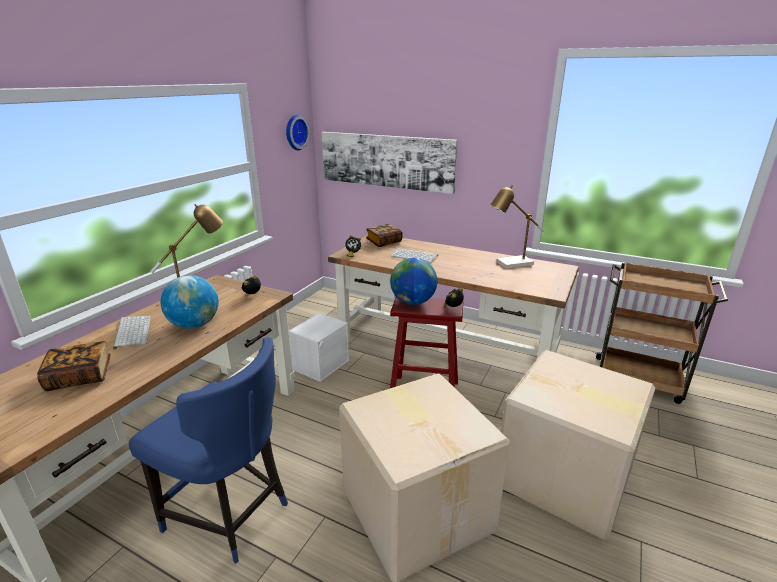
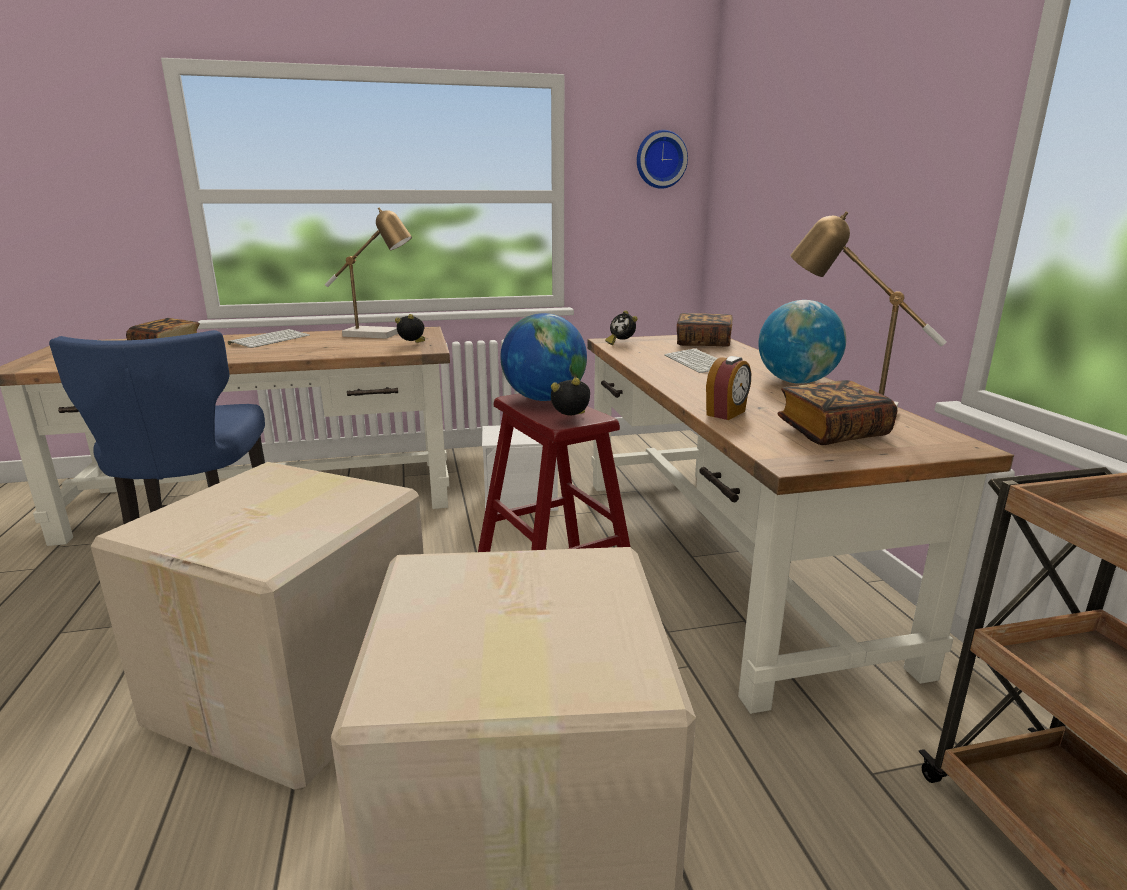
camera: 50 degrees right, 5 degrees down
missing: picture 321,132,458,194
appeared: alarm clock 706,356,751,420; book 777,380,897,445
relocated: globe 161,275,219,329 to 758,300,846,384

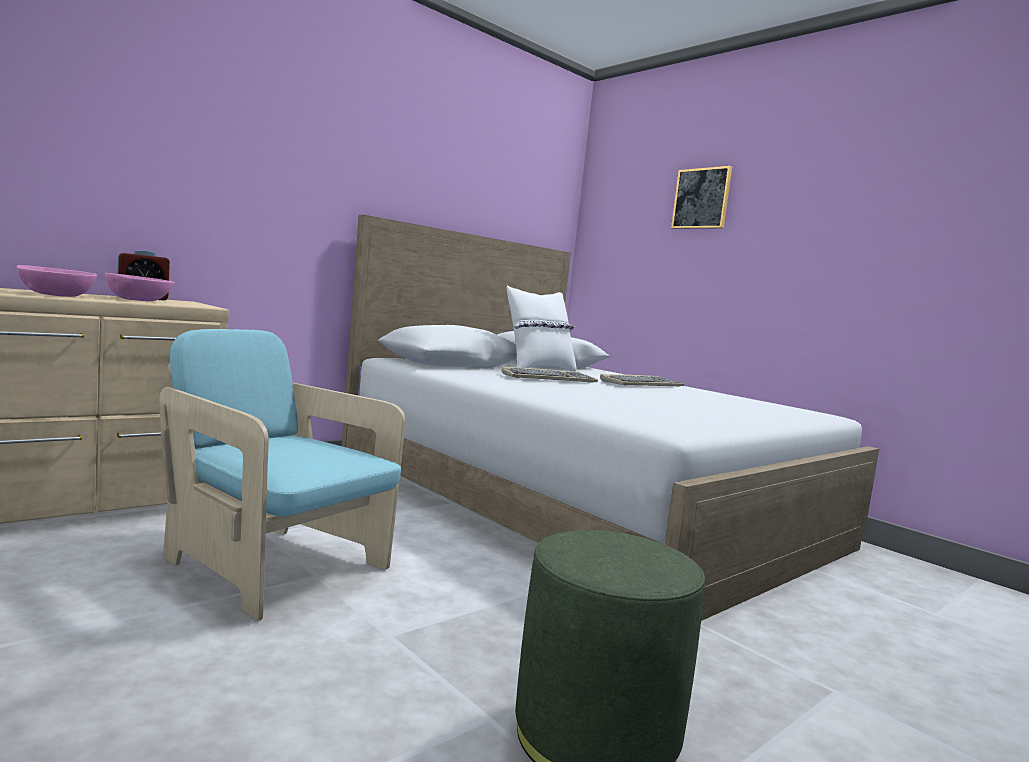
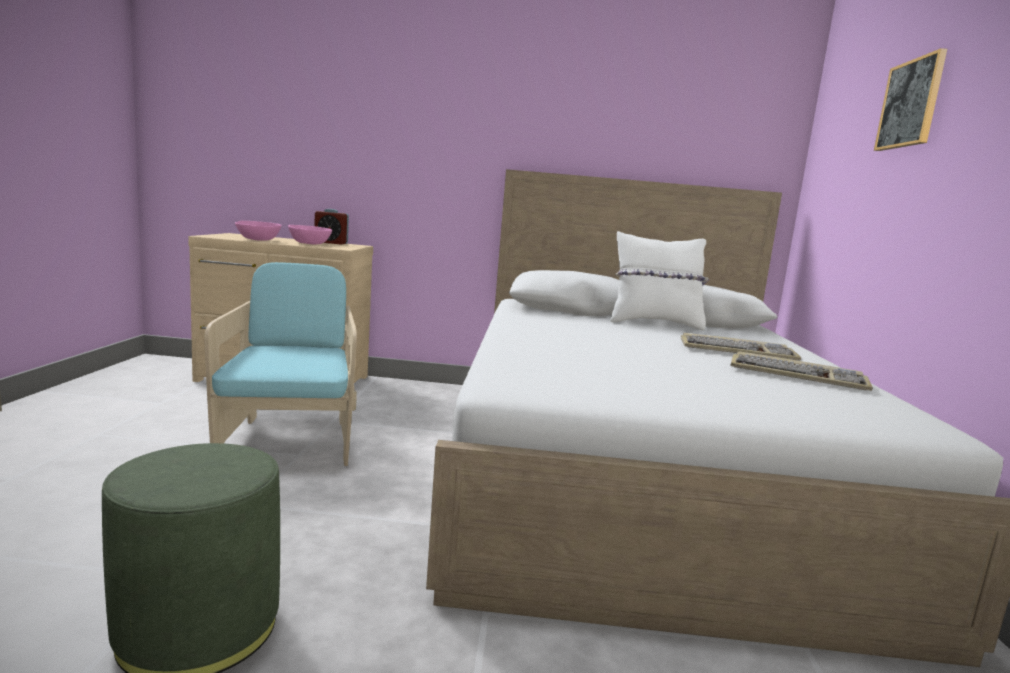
camera: 45 degrees right, 5 degrees up
relocated: keyboard 501,367,598,383 to 730,351,873,391

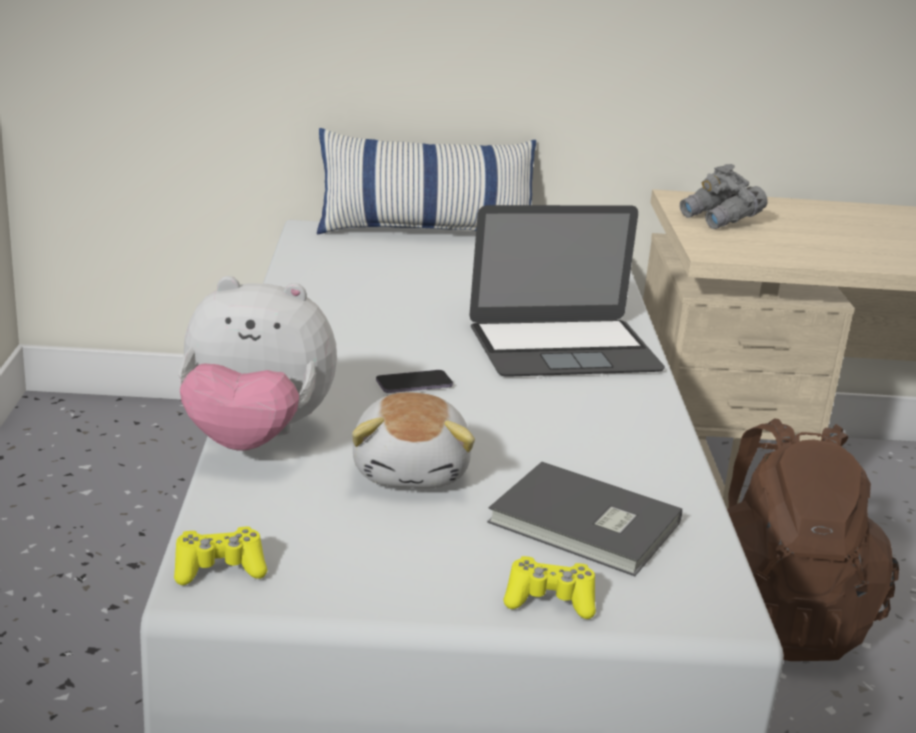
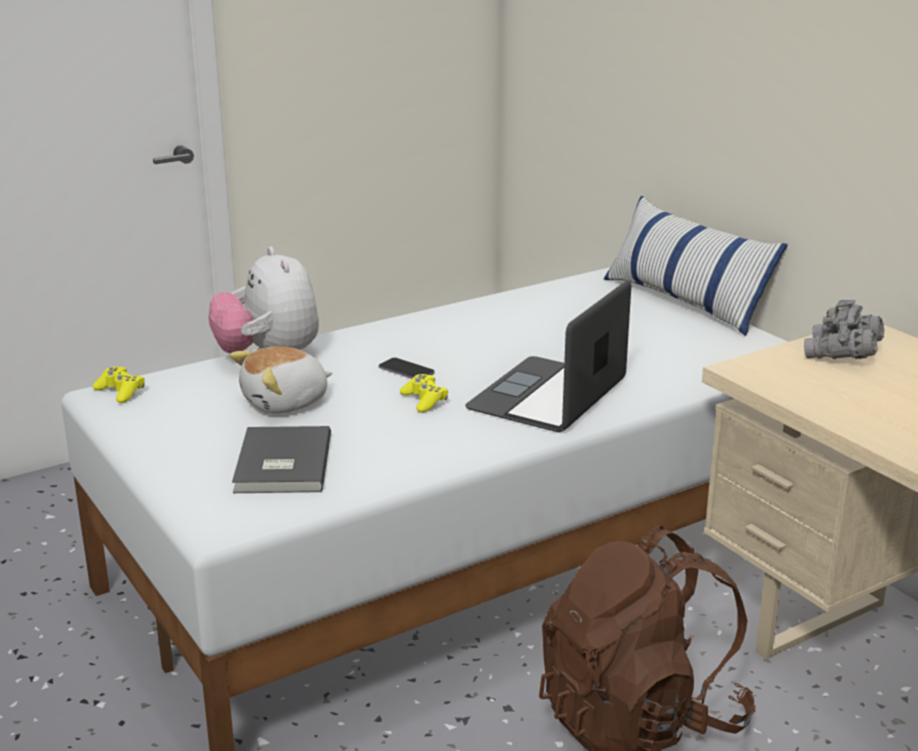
camera: 60 degrees right, 0 degrees up
relocated: yellow game controller 503,556,596,619 to 400,374,448,413
spun: laptop 470,205,665,377 = 465,280,631,432 75 degrees clockwise

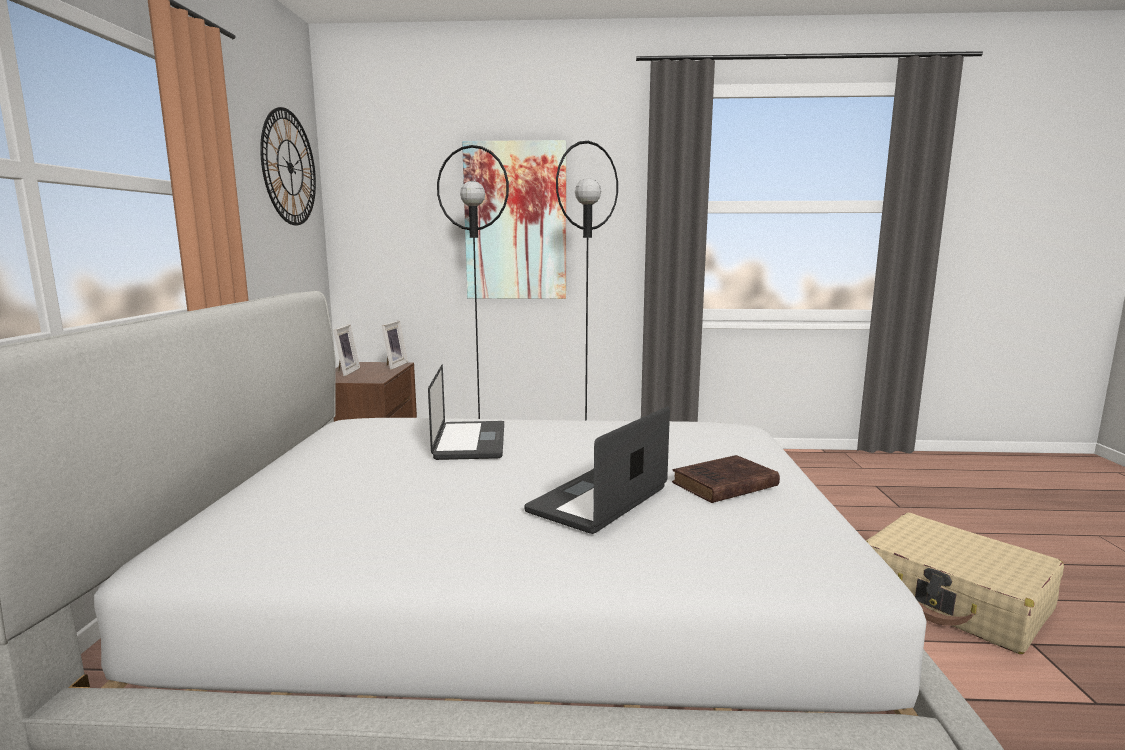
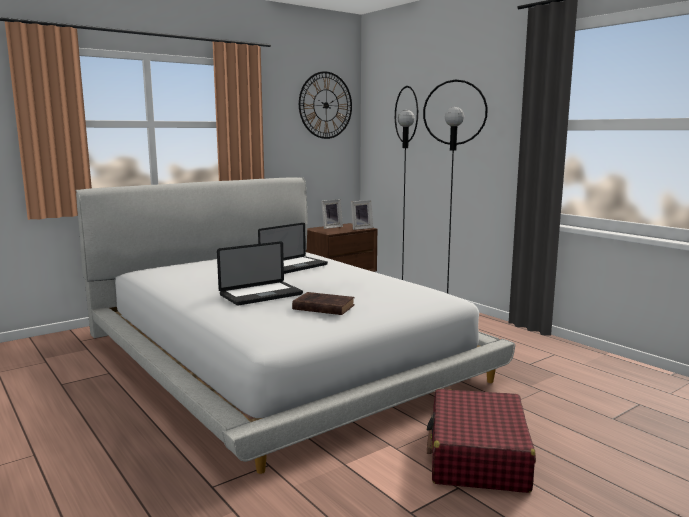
camera: 50 degrees right, 0 degrees up
missing: picture 462,140,566,299
colour: beige suitcase 866,513,1064,654 to red suitcase 427,389,536,493
spun: laptop 524,406,670,534 = 217,241,303,306 150 degrees clockwise

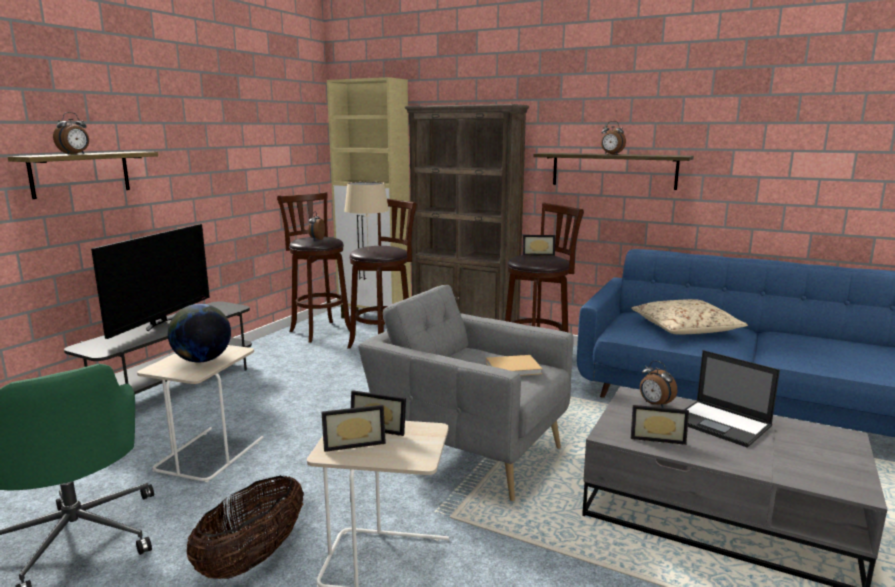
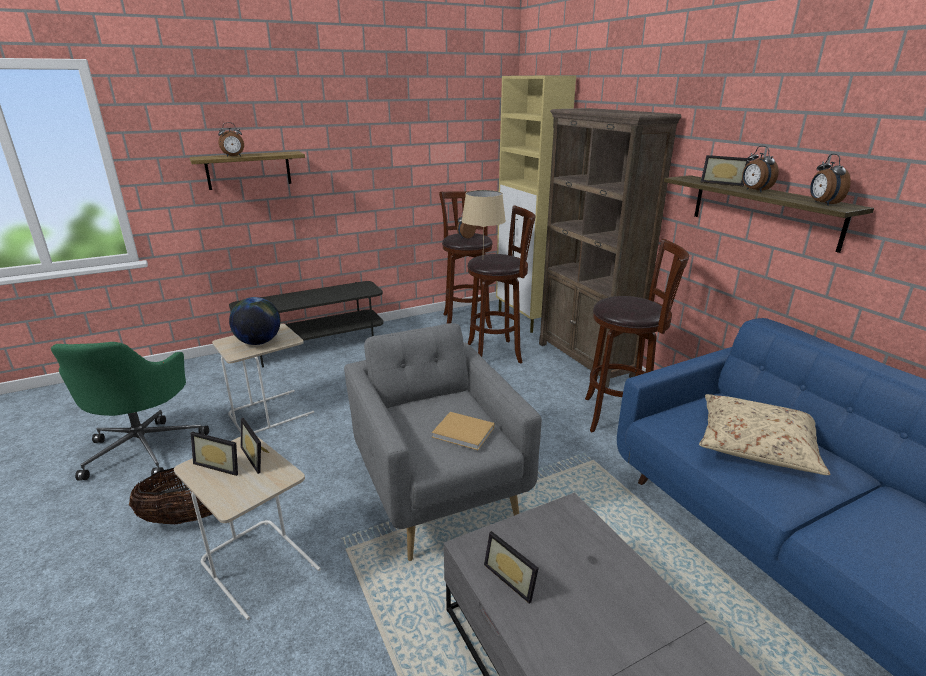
camera: 35 degrees right, 10 degrees up
missing: television 91,224,210,339; laptop 684,350,780,448
relocated: picture frame 523,235,555,256 to 701,155,750,187; alarm clock 640,360,677,408 to 810,154,851,206

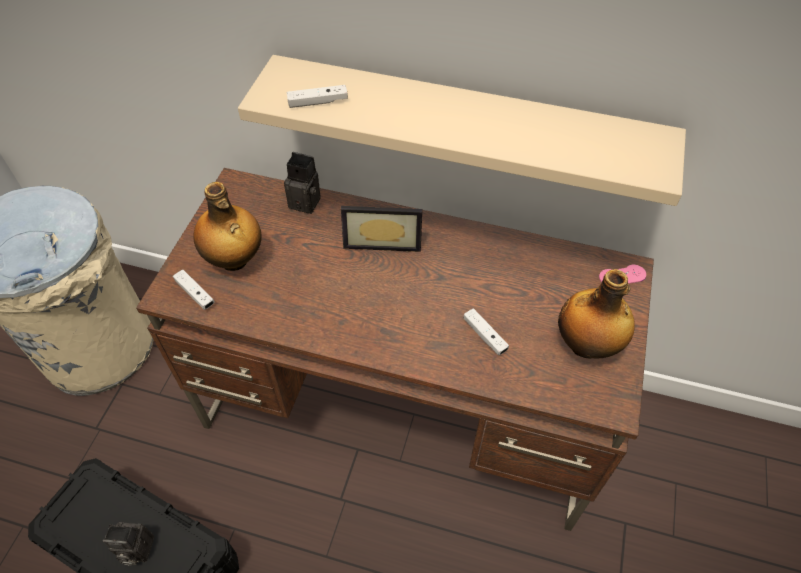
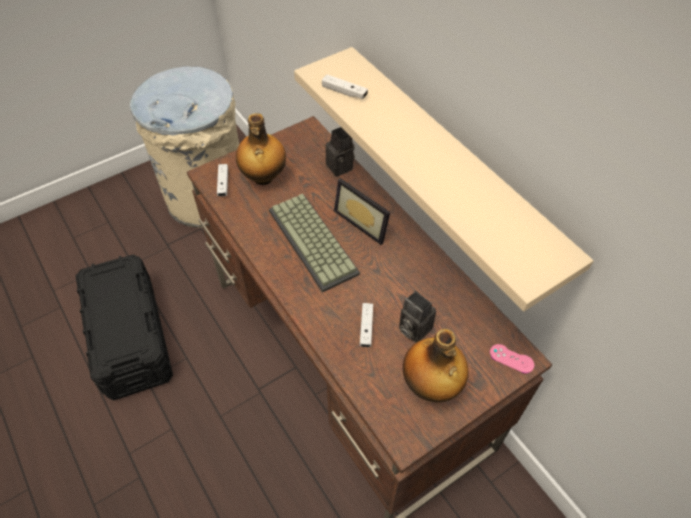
camera: 40 degrees right, 0 degrees up
appeared: keyboard 269,194,360,292
relocated: photo camera 102,522,154,565 to 399,291,436,342

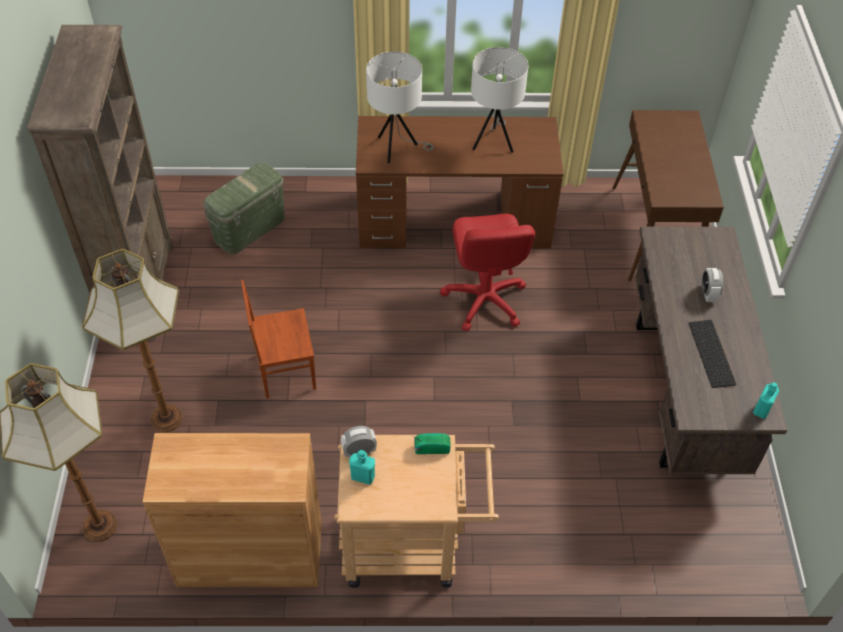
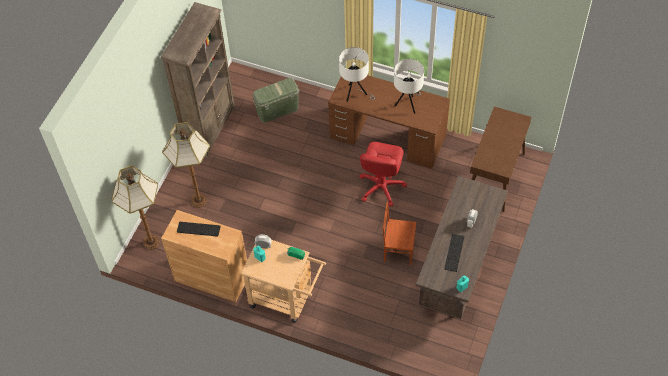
camera: 25 degrees right, 5 degrees up
appeared: keyboard 177,222,221,237
relocated: brown chair 241,280,316,399 to 383,202,416,265

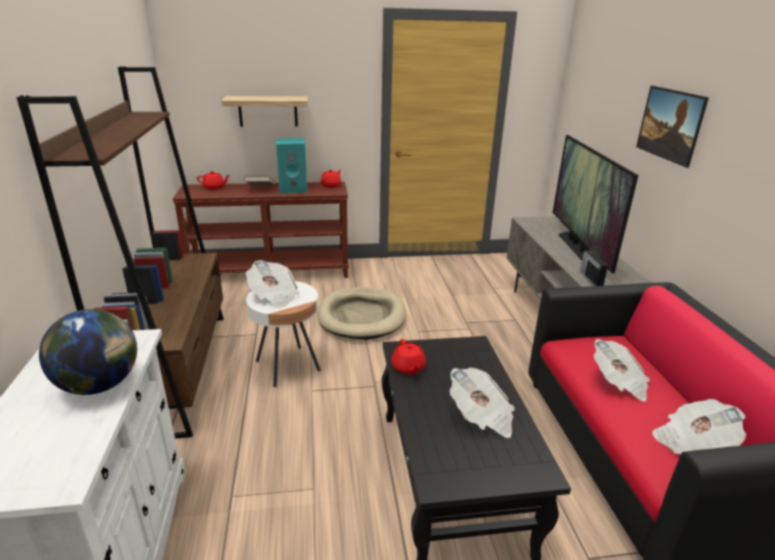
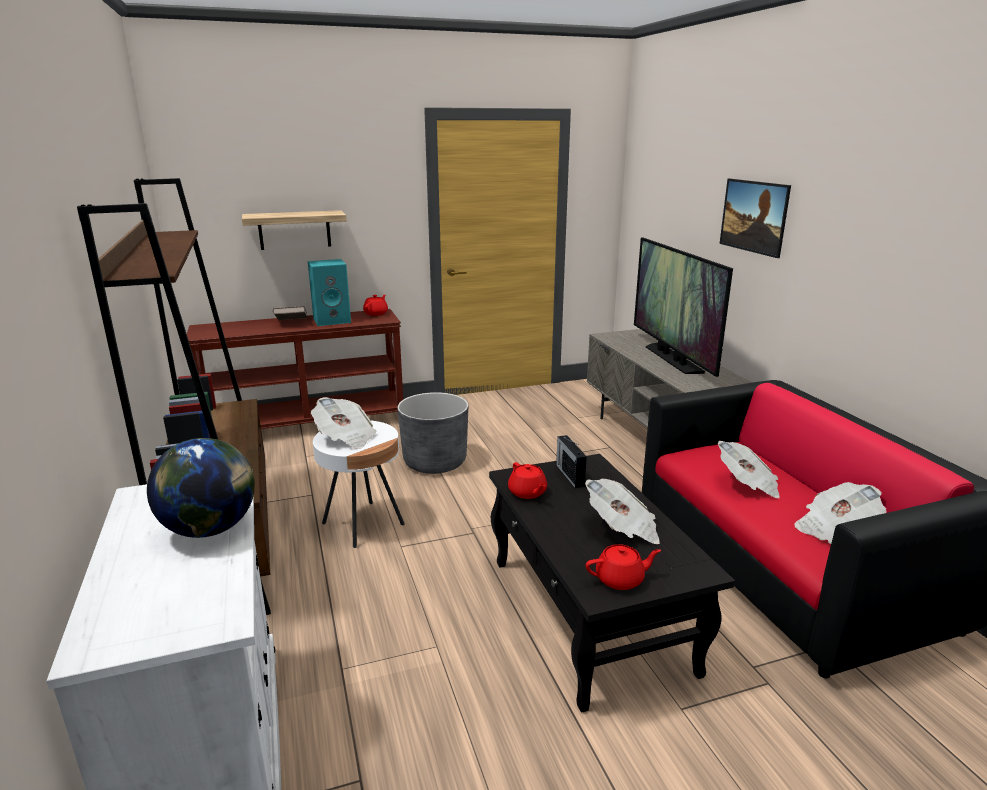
camera: 10 degrees left, 5 degrees down
relocated: red teapot 197,171,230,189 to 586,544,661,590; radio 580,250,608,286 to 556,435,587,488
exchanged: beige dog bed 317,287,406,340 to grey planter 397,392,468,474

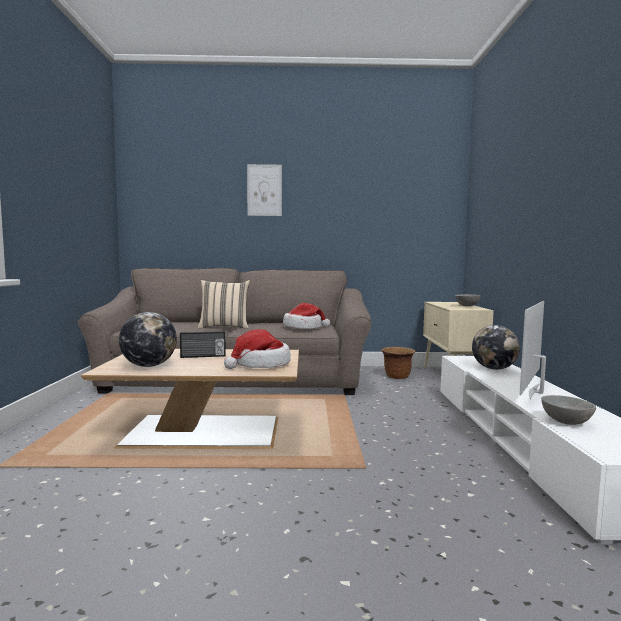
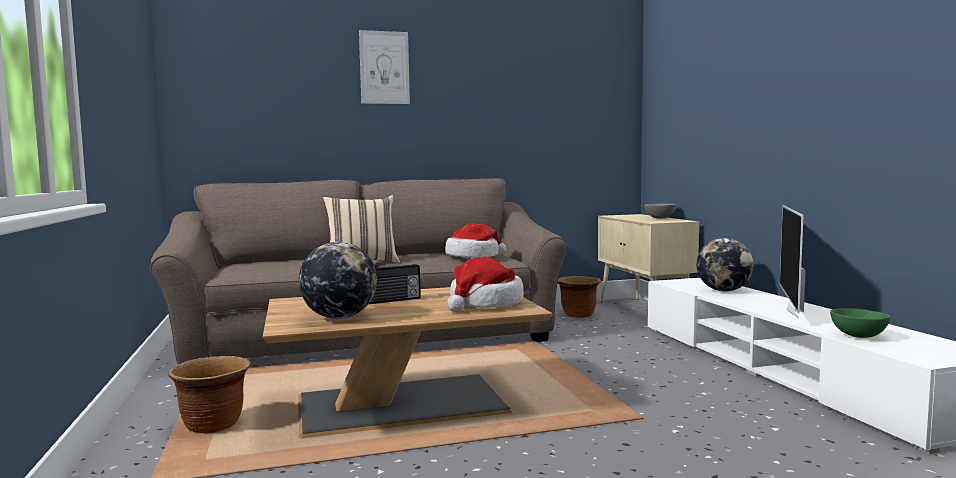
camera: 15 degrees left, 0 degrees up
appeared: brown planter 168,356,251,433
colour: grey bowl 541,395,596,425 to green bowl 830,308,890,338

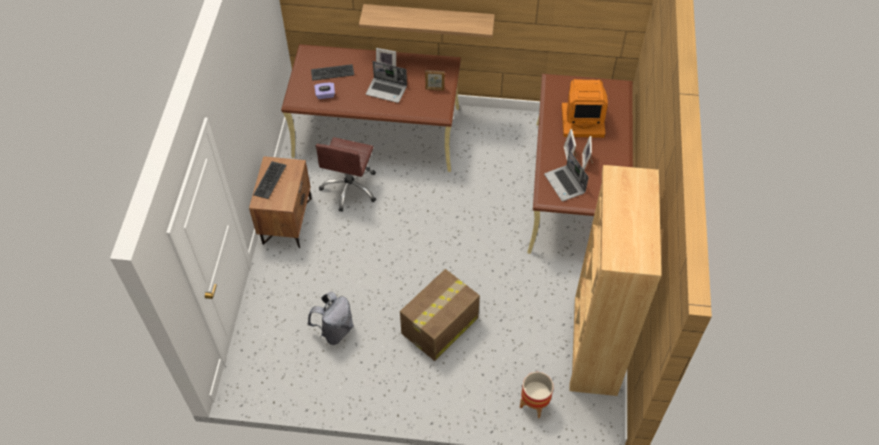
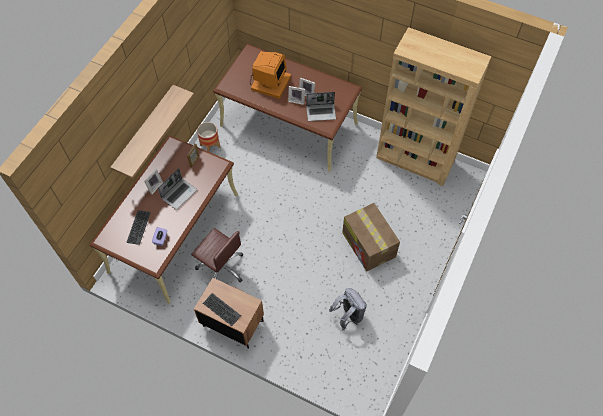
camera: 70 degrees left, 5 degrees up
relocated: planter 520,372,554,418 to 197,122,220,152

